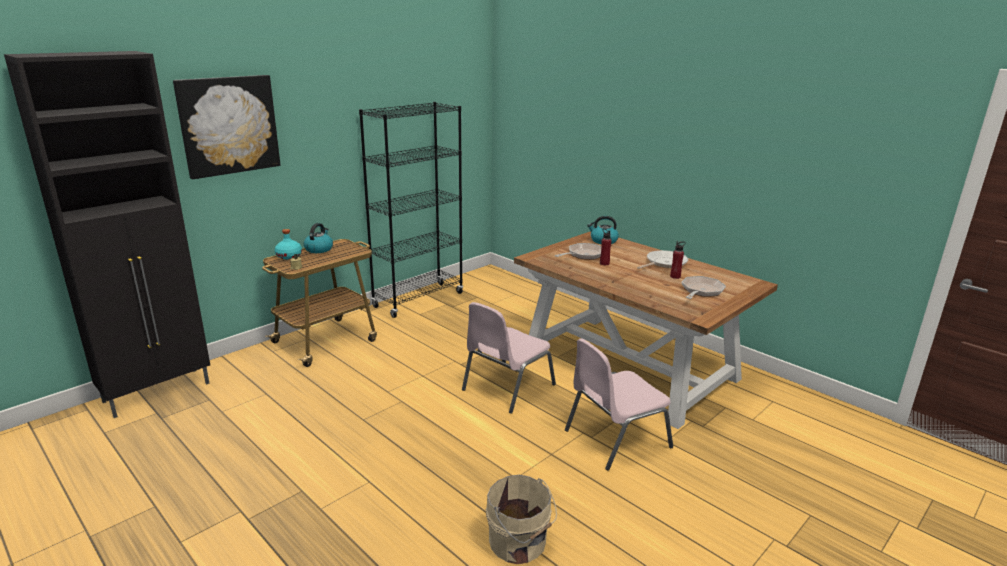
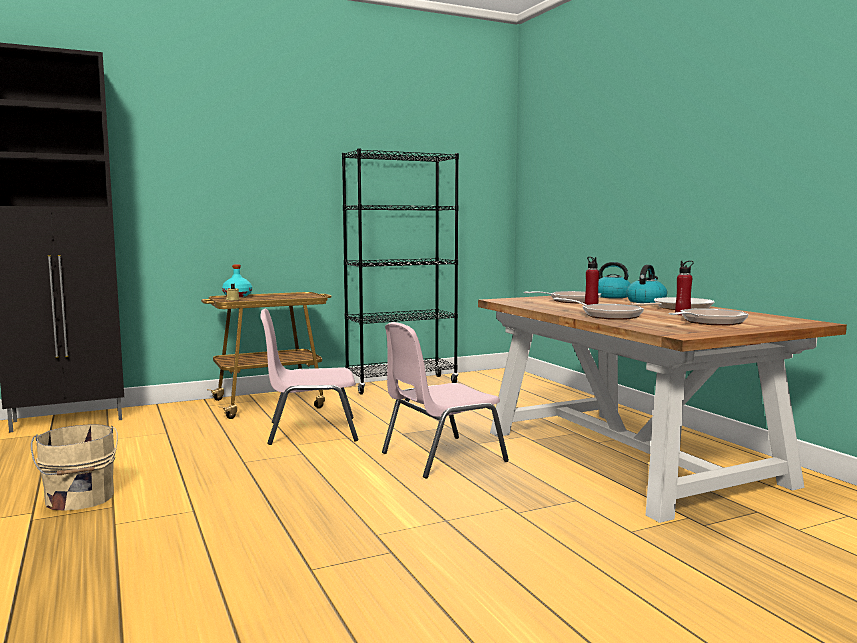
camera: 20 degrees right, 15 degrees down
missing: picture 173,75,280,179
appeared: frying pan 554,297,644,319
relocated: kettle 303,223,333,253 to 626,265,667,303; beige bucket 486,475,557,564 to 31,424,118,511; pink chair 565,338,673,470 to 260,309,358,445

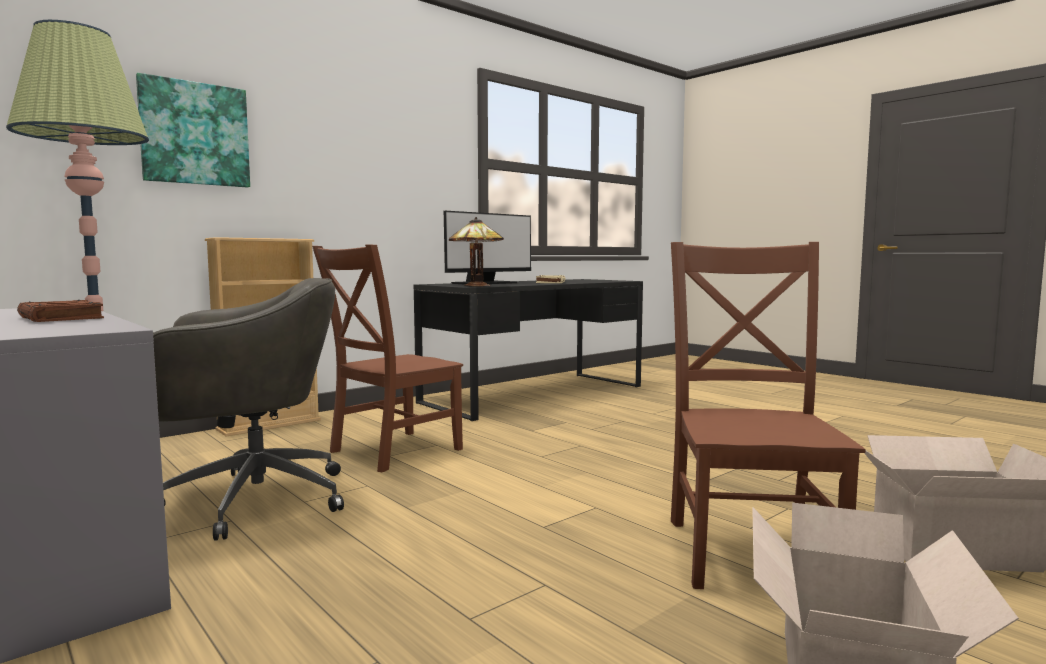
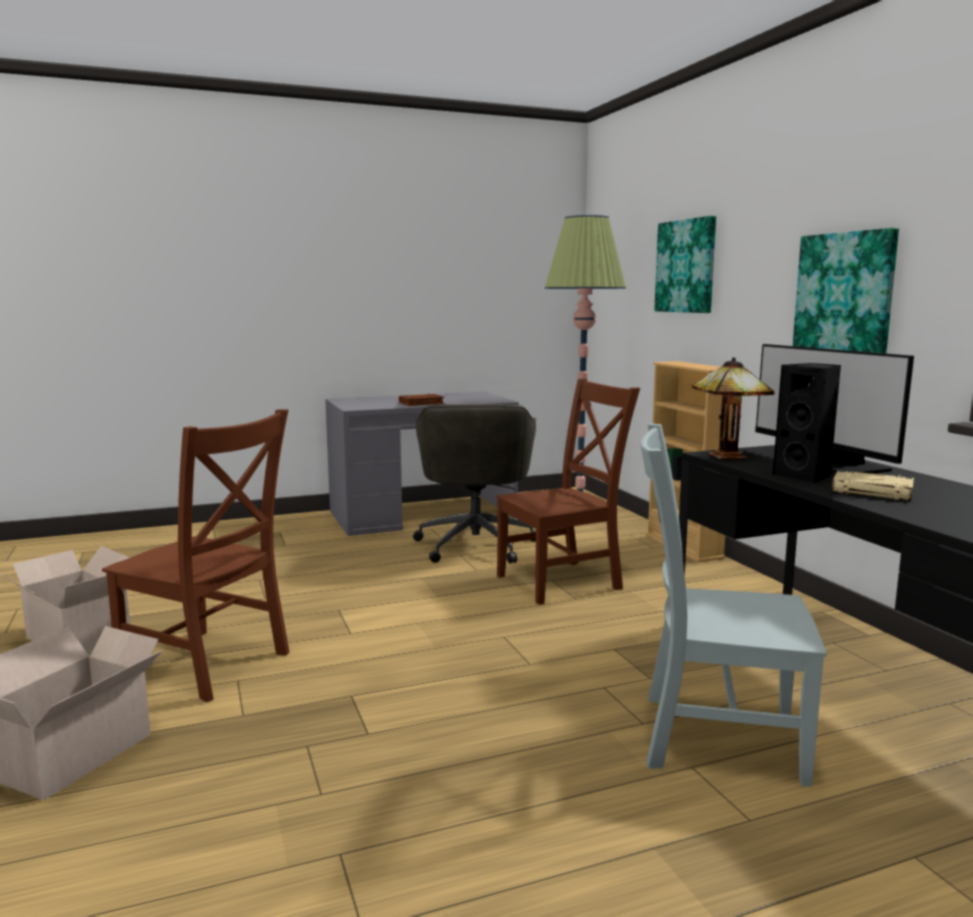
camera: 110 degrees right, 5 degrees up
appeared: grey chair 641,423,826,787; black speaker 773,363,841,483; picture 793,228,899,354
spun: brown chair 312,245,463,472 = 496,378,640,605 90 degrees clockwise

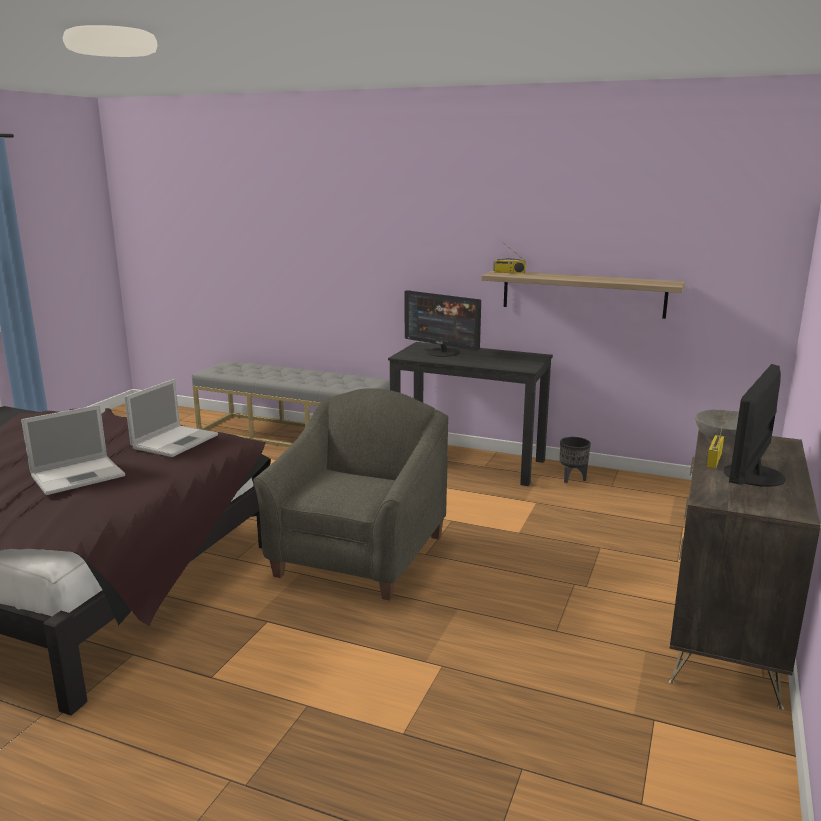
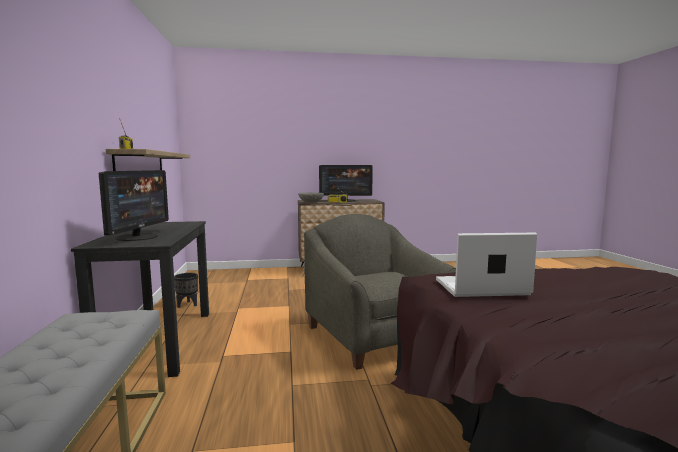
camera: 120 degrees left, 10 degrees down
missing: laptop 21,405,125,495
spun: grey armchair 253,388,448,601 = 304,214,456,370 75 degrees clockwise

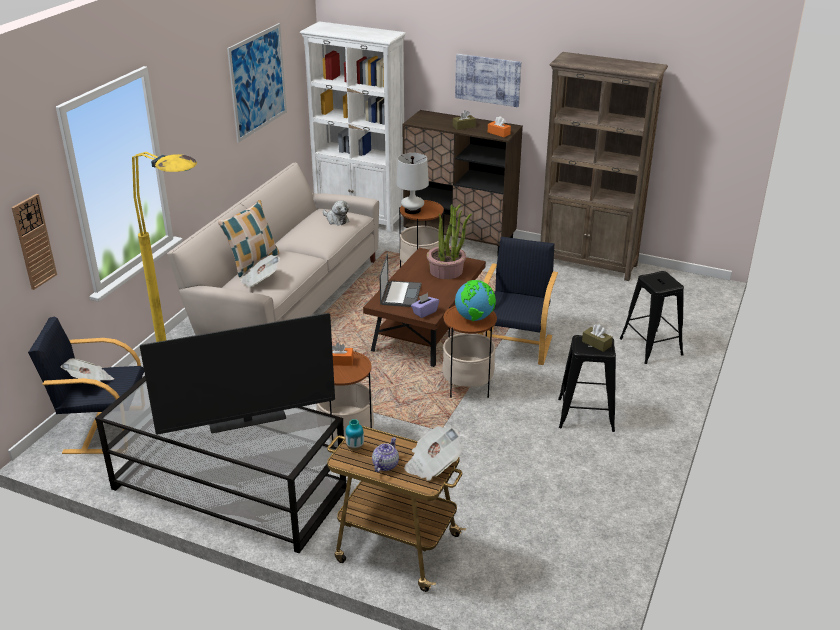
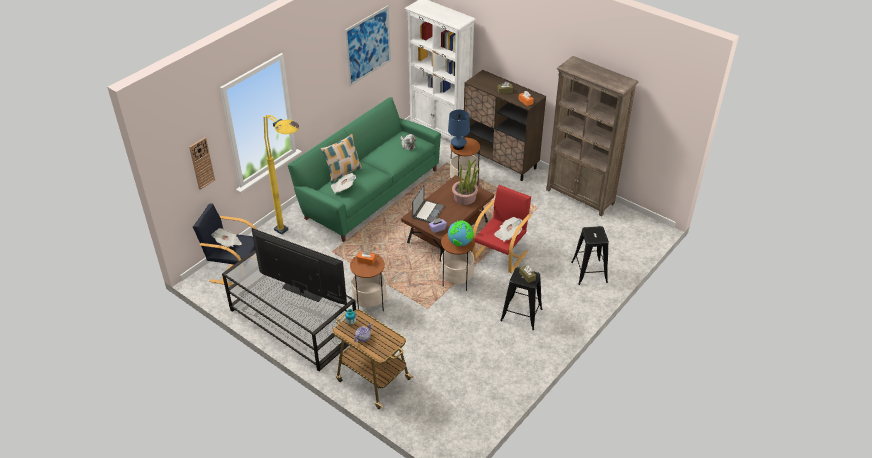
camera: 15 degrees right, 10 degrees up
missing: picture 455,54,521,107
relocated: newspaper 404,426,462,481 to 494,217,522,242
colour: beige sofa 167,162,379,335 to green sofa 288,97,441,242; white table lamp 396,153,429,214 to blue table lamp 448,110,470,150; black armchair 478,236,558,365 to red armchair 472,185,532,273
spun: television 140,313,335,435 = 252,228,347,305 150 degrees counterclockwise

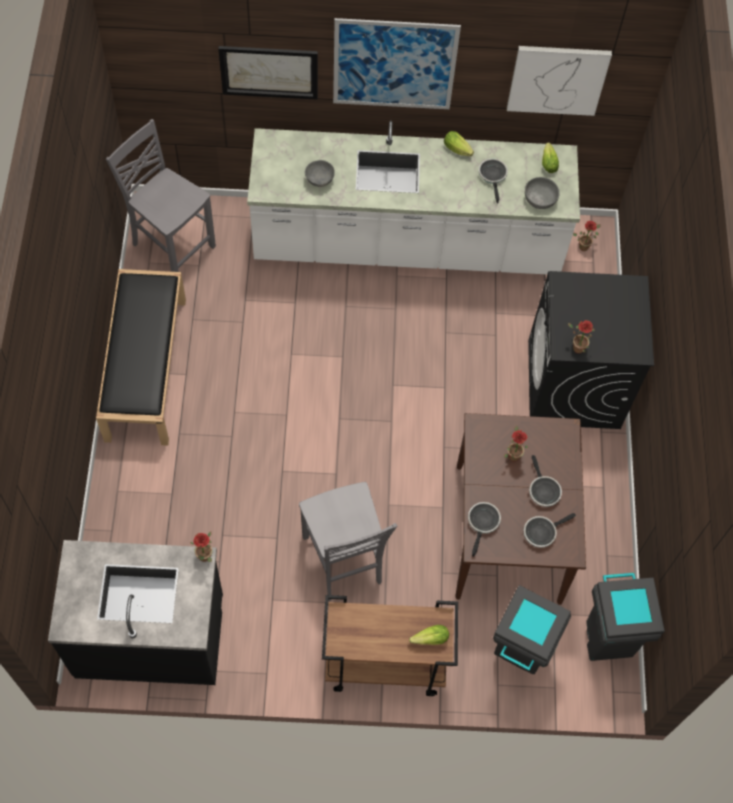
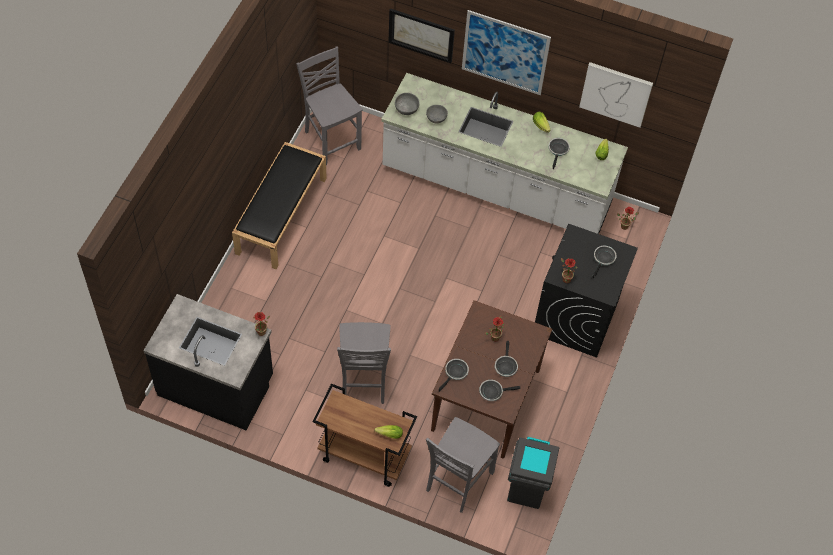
camera: 20 degrees right, 5 degrees down
appeared: frying pan 593,246,617,278
relocated: grey bowl 525,177,560,209 to 395,93,420,115
exchanged: grey trash can 493,585,571,674 to grey chair 426,417,500,513

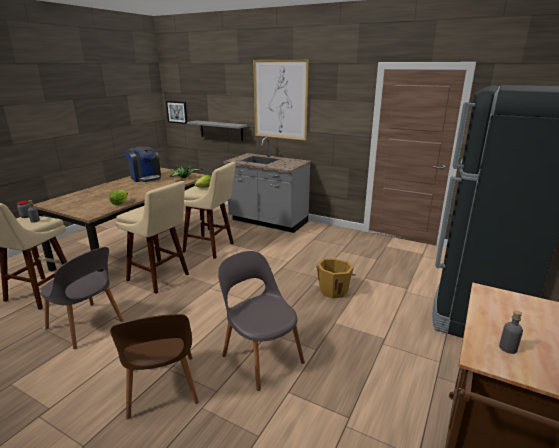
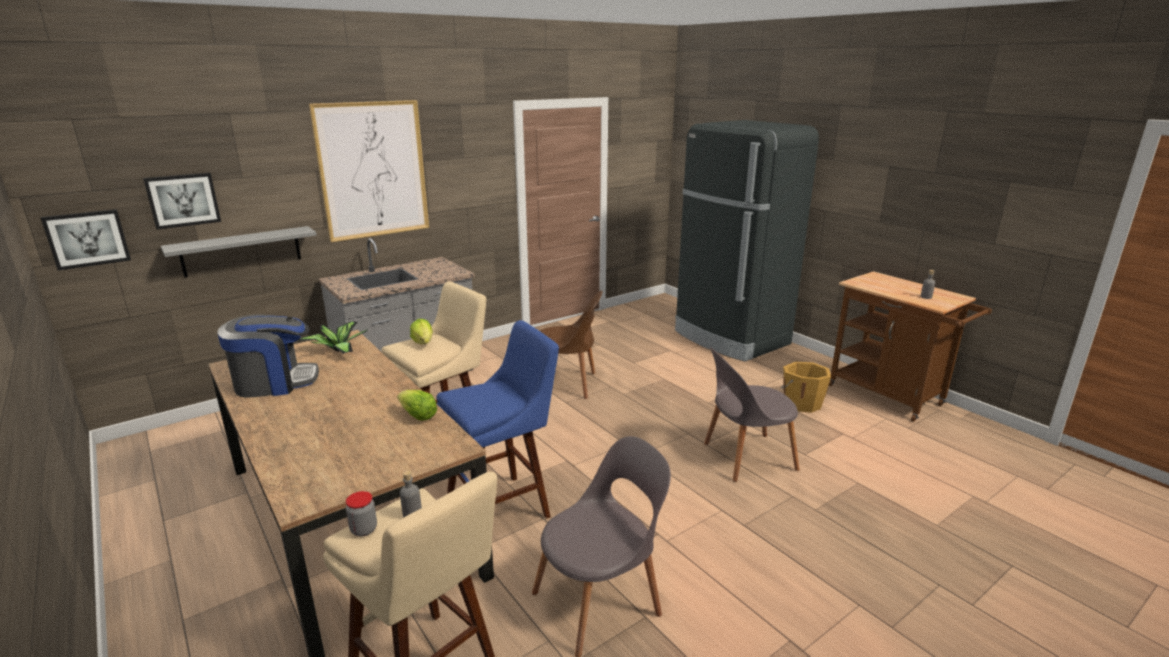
camera: 65 degrees left, 0 degrees up
appeared: picture 143,173,221,230
relocated: brown chair 110,314,199,420 to 540,290,603,399; orange bucket 316,258,356,298 to 780,362,831,413
colour: beige stool 116,181,189,294 to blue stool 436,320,559,519

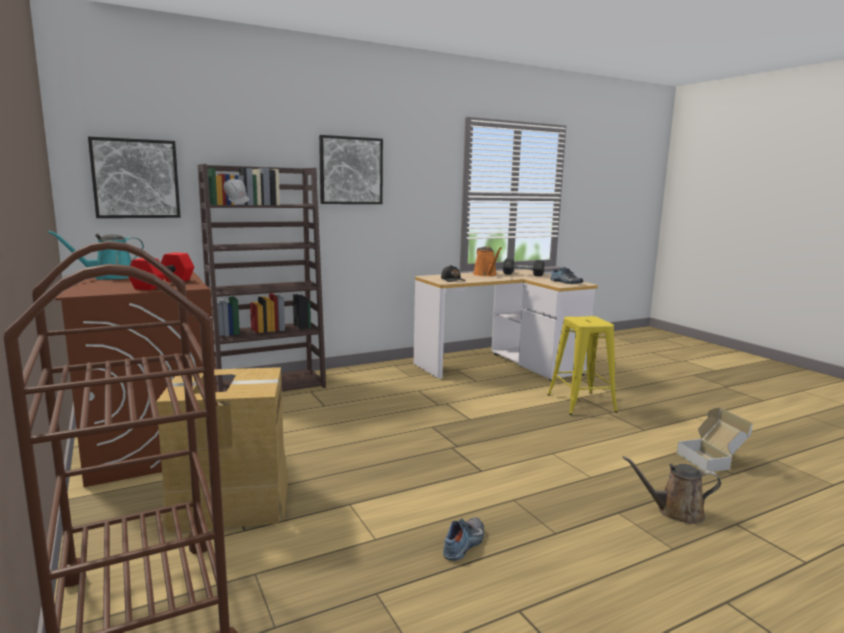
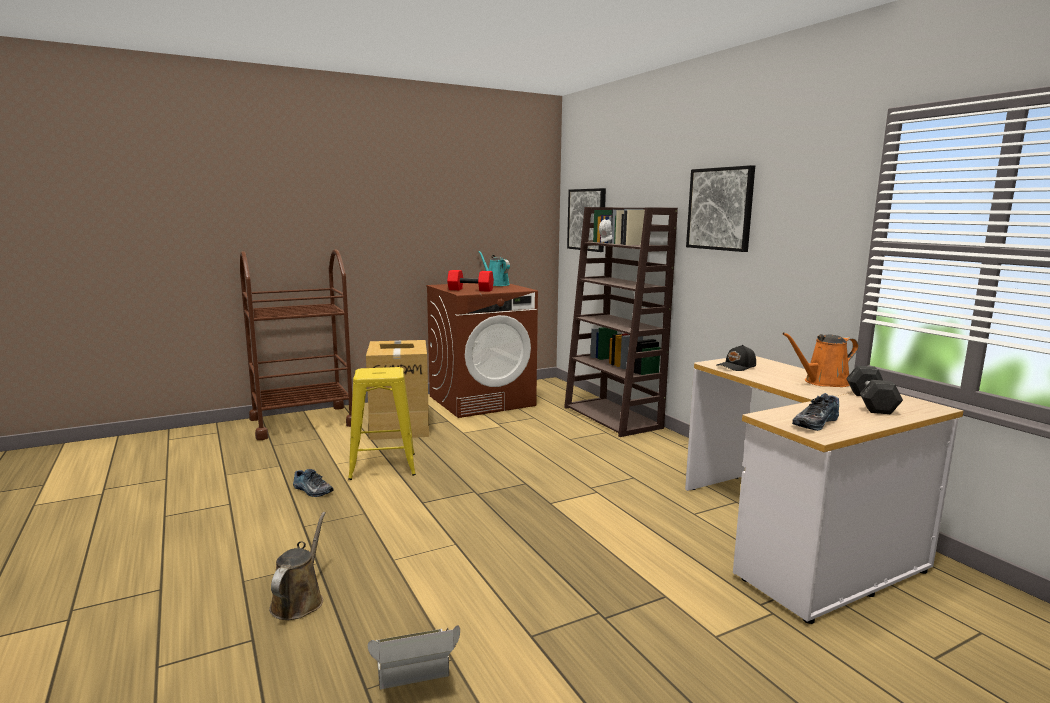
camera: 90 degrees right, 0 degrees up
relocated: yellow stool 547,316,618,415 to 348,367,416,480

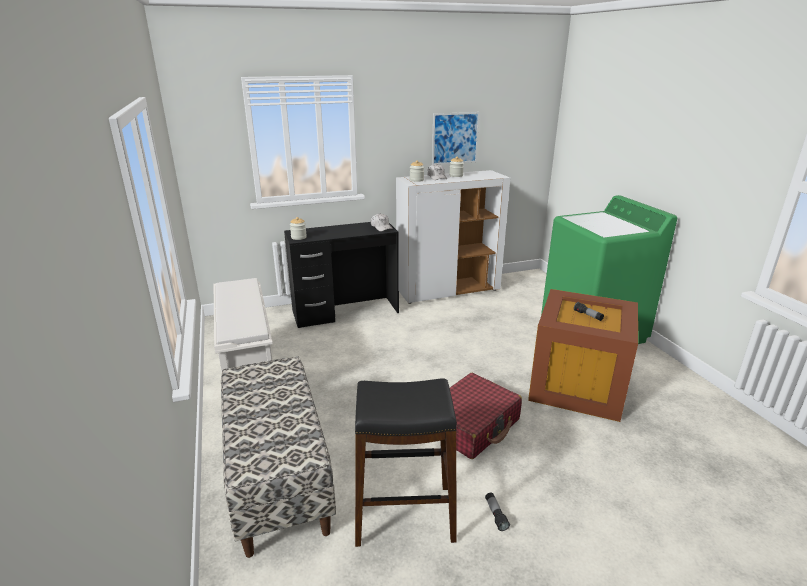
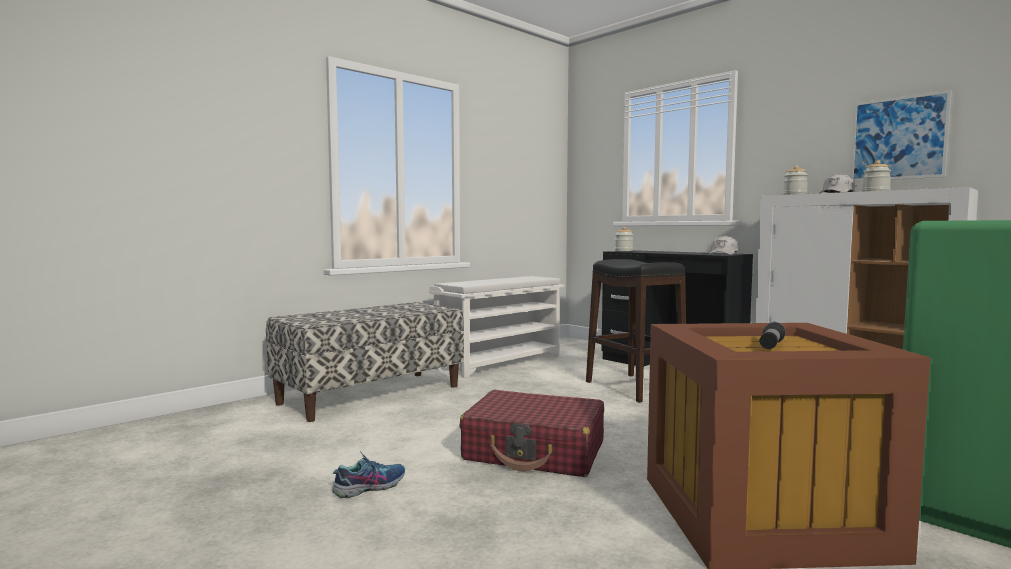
camera: 65 degrees right, 20 degrees down
relocated: black stool 355,378,457,547 to 586,259,686,403
exchanged: flashlight 485,493,510,531 to shoe 332,451,405,498

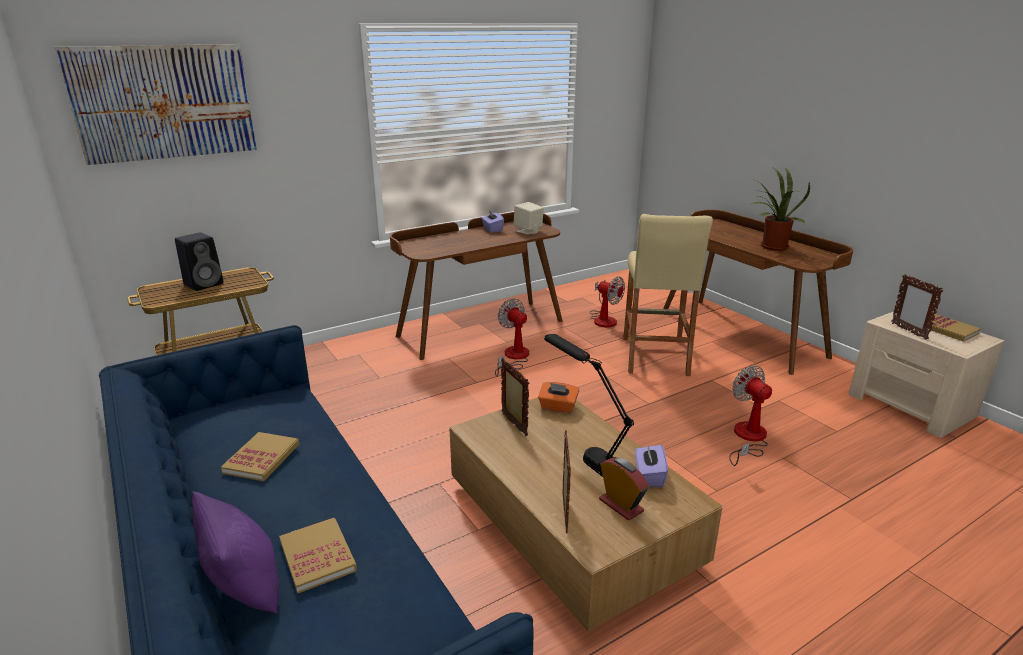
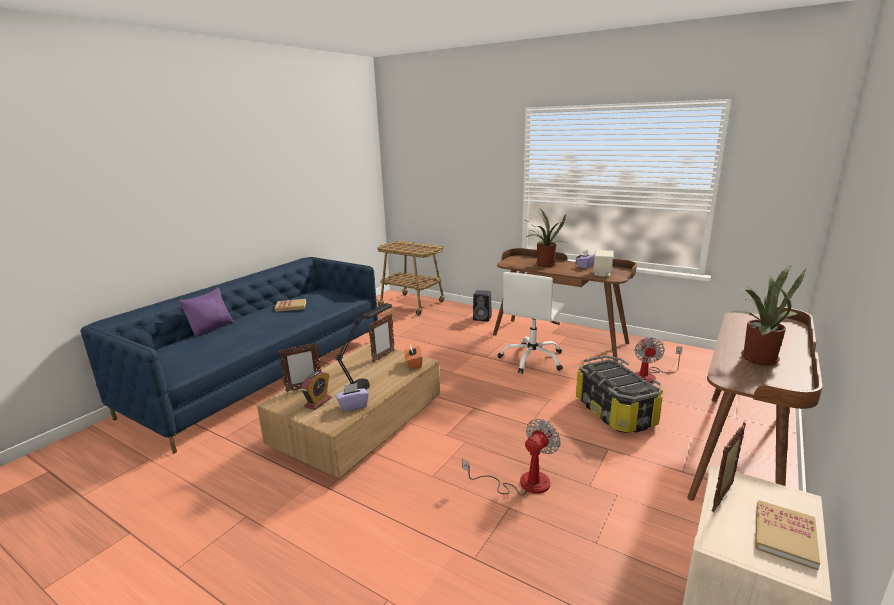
camera: 65 degrees right, 5 degrees down
missing: picture 55,44,257,165; book 279,518,357,594
appeared: potted plant 527,208,567,267
relocated: black speaker 175,232,223,291 to 473,290,492,321
exchanged: fan 495,298,529,377 to white office chair 498,272,565,374; beige stool 623,214,713,376 to storage box 576,356,663,433

